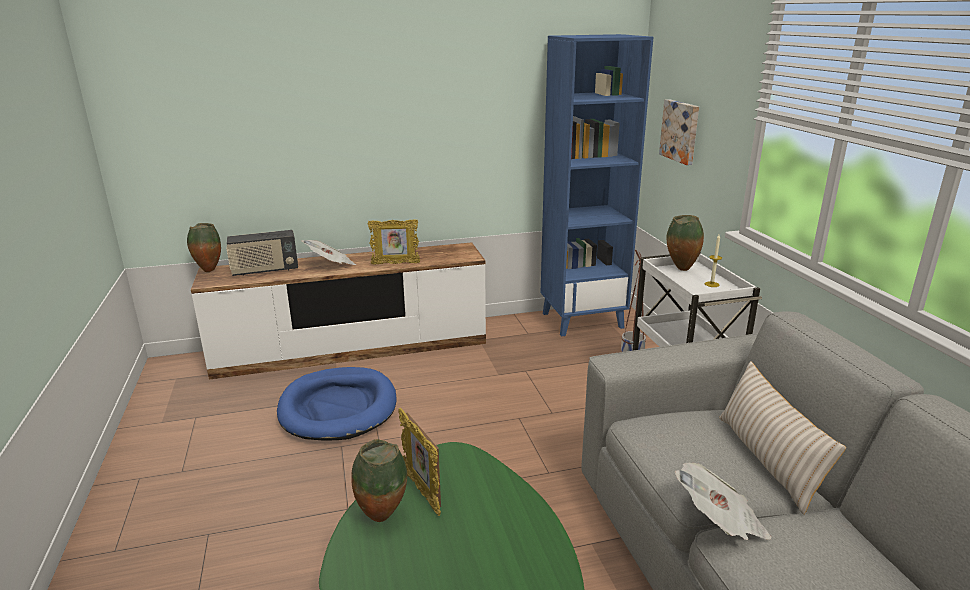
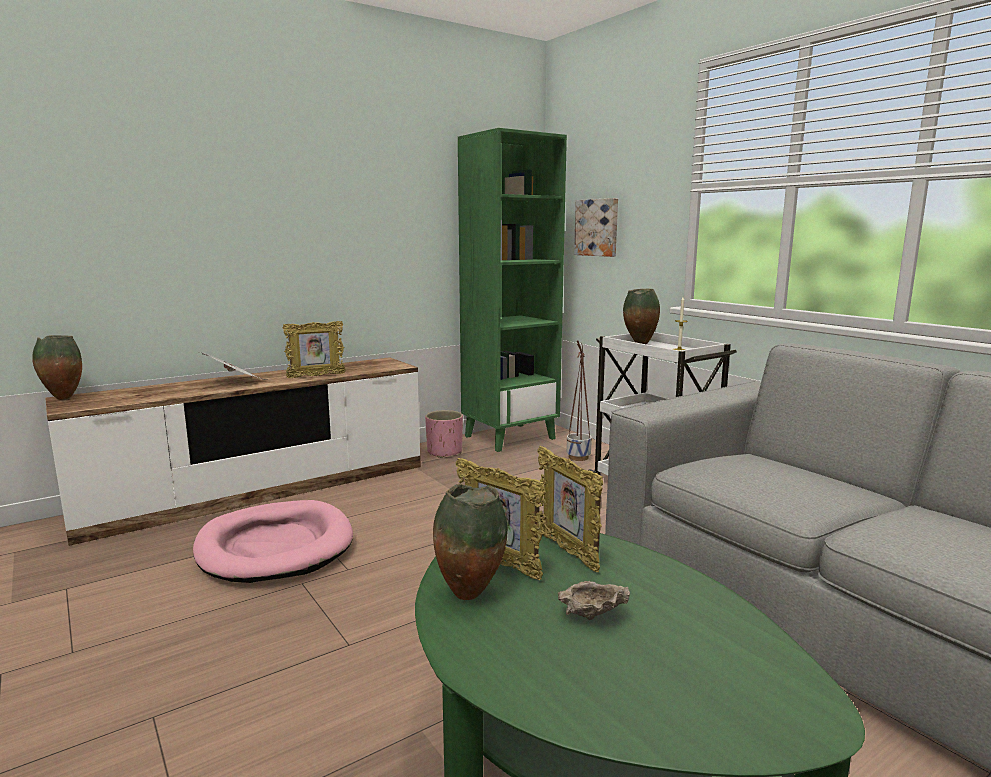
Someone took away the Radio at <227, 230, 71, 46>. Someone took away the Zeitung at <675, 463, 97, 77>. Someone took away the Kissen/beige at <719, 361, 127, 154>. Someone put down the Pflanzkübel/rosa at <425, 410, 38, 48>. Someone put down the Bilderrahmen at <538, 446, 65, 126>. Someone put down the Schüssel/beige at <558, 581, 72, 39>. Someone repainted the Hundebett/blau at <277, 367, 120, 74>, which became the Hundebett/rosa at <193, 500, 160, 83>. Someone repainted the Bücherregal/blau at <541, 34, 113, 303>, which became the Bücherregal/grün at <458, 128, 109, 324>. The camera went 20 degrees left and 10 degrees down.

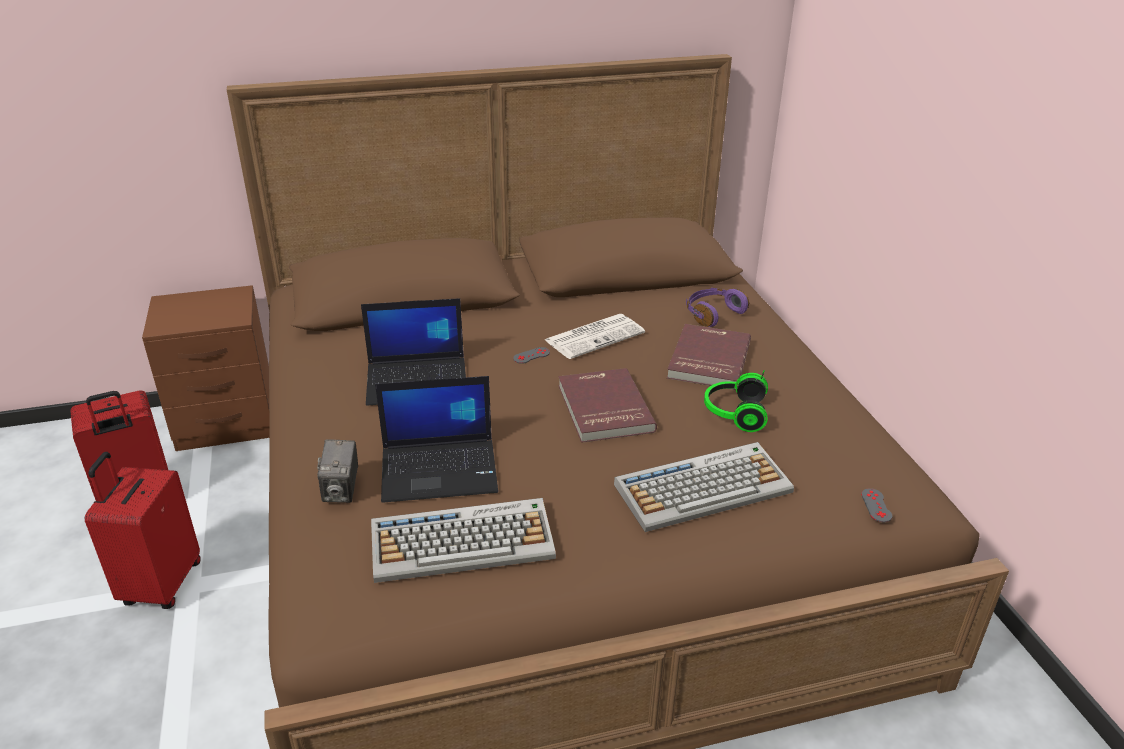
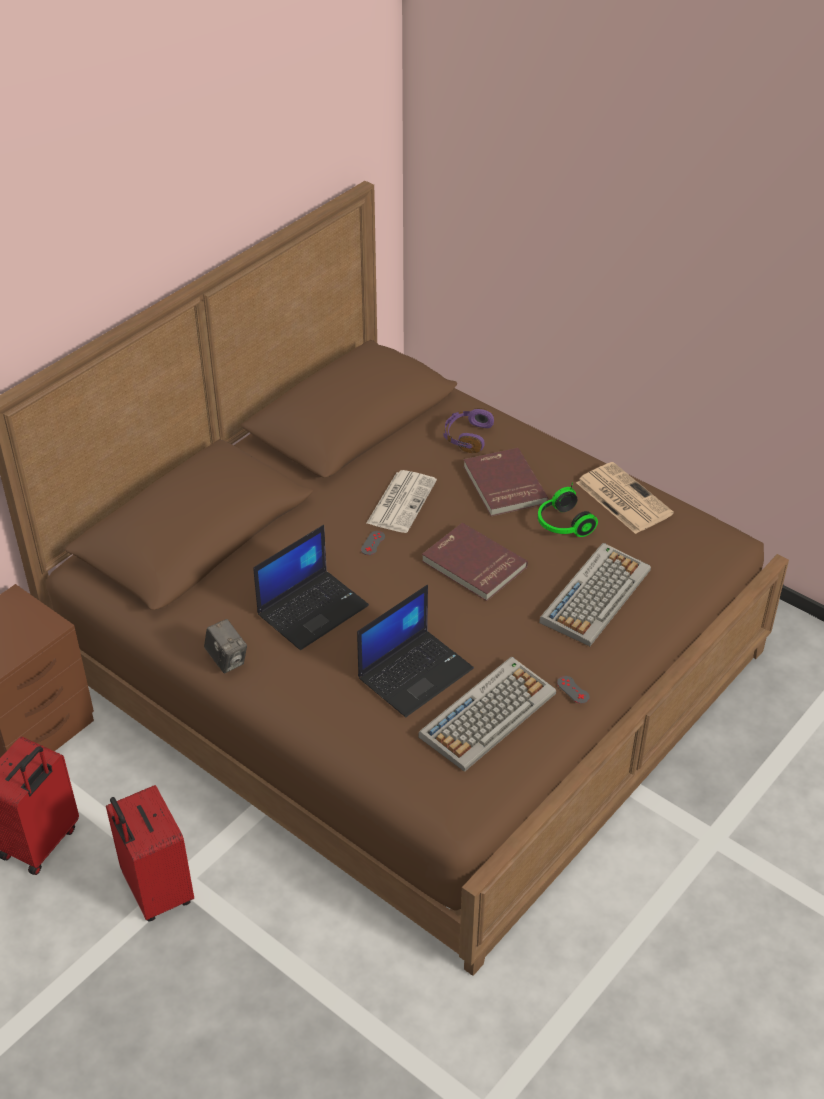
Someone put down the Zeitung at <576, 462, 98, 72>. Someone carried the Kamera from <317, 439, 41, 64> to <204, 619, 43, 54>. Someone carried the Gamepad/grau from <861, 488, 31, 34> to <557, 676, 33, 28>. The camera went 35 degrees left and 10 degrees up.

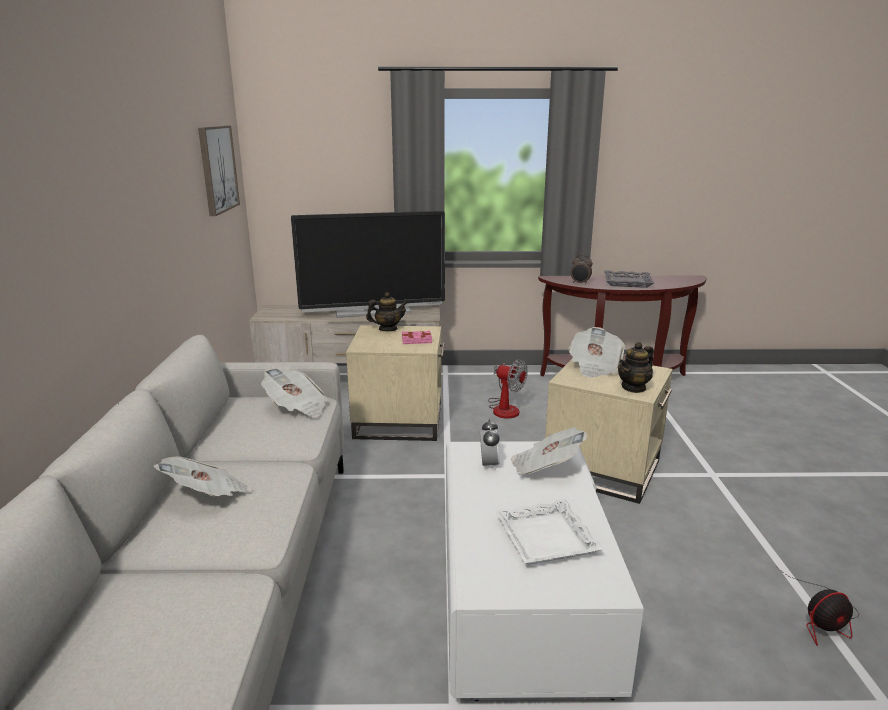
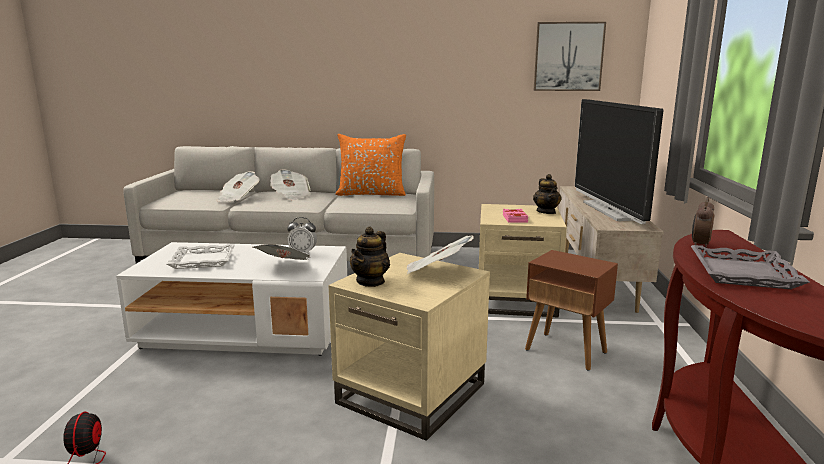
Someone put down the Kissen/orange at <335, 134, 71, 62>. Someone carried the Zeitung from <261, 368, 67, 50> to <217, 171, 42, 31>. Someone swapped the Ventilator at <488, 359, 40, 60> for the Beistelltisch/braun at <525, 250, 93, 121>. Someone rotated the Teekanne at <618, 342, 36, 51> by 120 degrees counterclockwise. The camera went 95 degrees right and 5 degrees down.

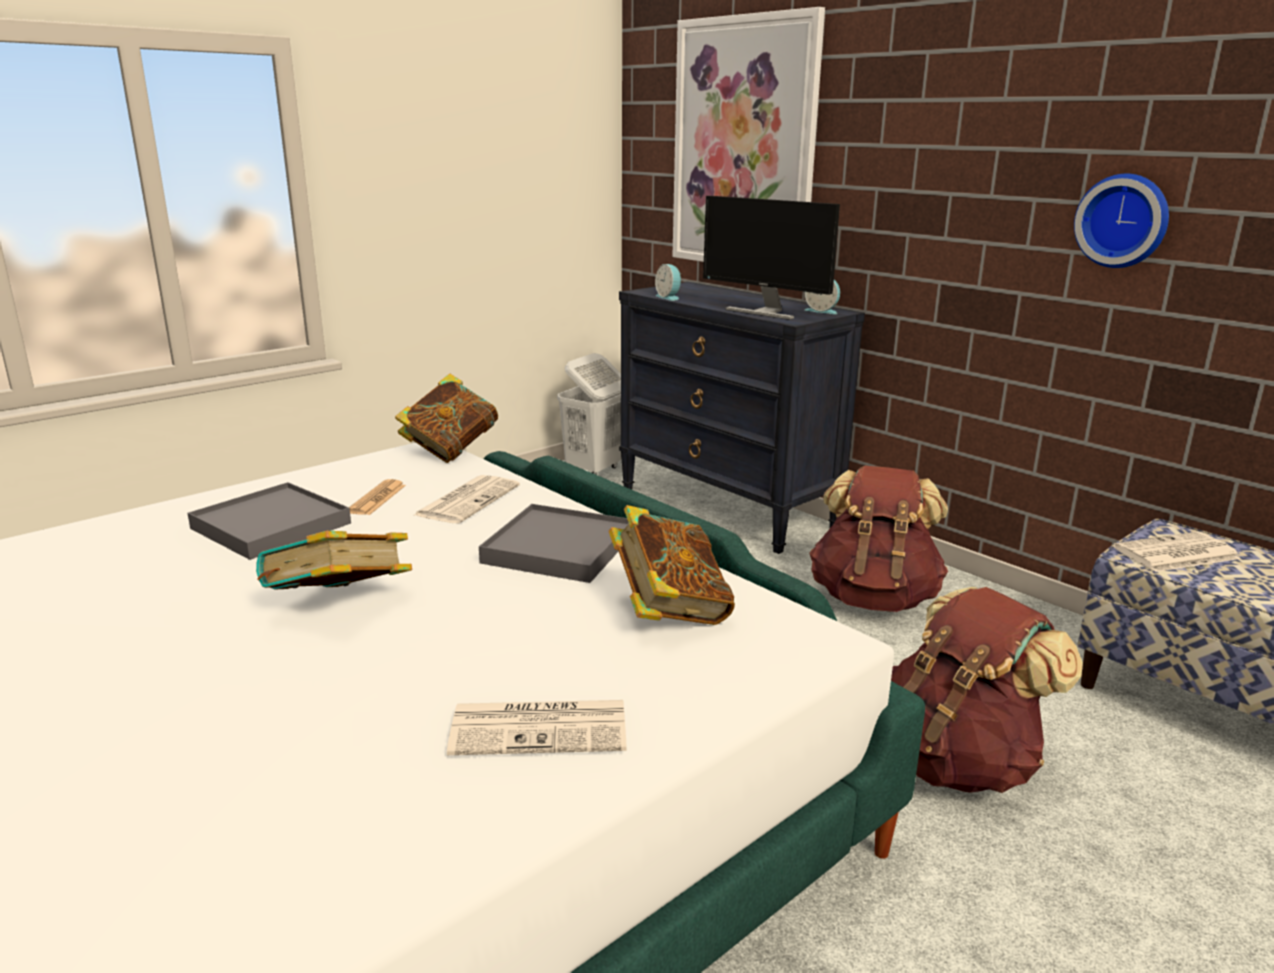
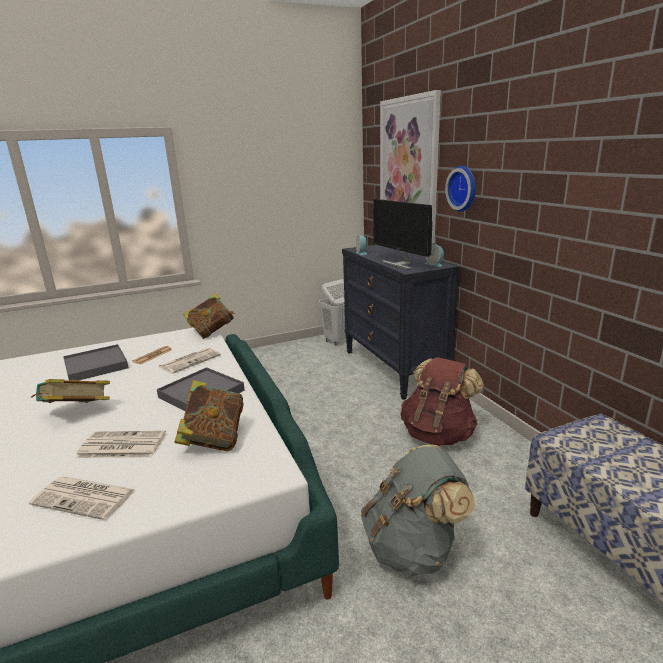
Someone carried the Wanduhr from <1074, 174, 95, 94> to <445, 166, 31, 46>. Someone carried the Zeitung from <1113, 532, 128, 40> to <76, 431, 90, 27>. Someone repainted the Rucksack/braun at <891, 587, 192, 206>, which became the Rucksack/grau at <361, 445, 114, 131>. The camera went 20 degrees right and 0 degrees up.

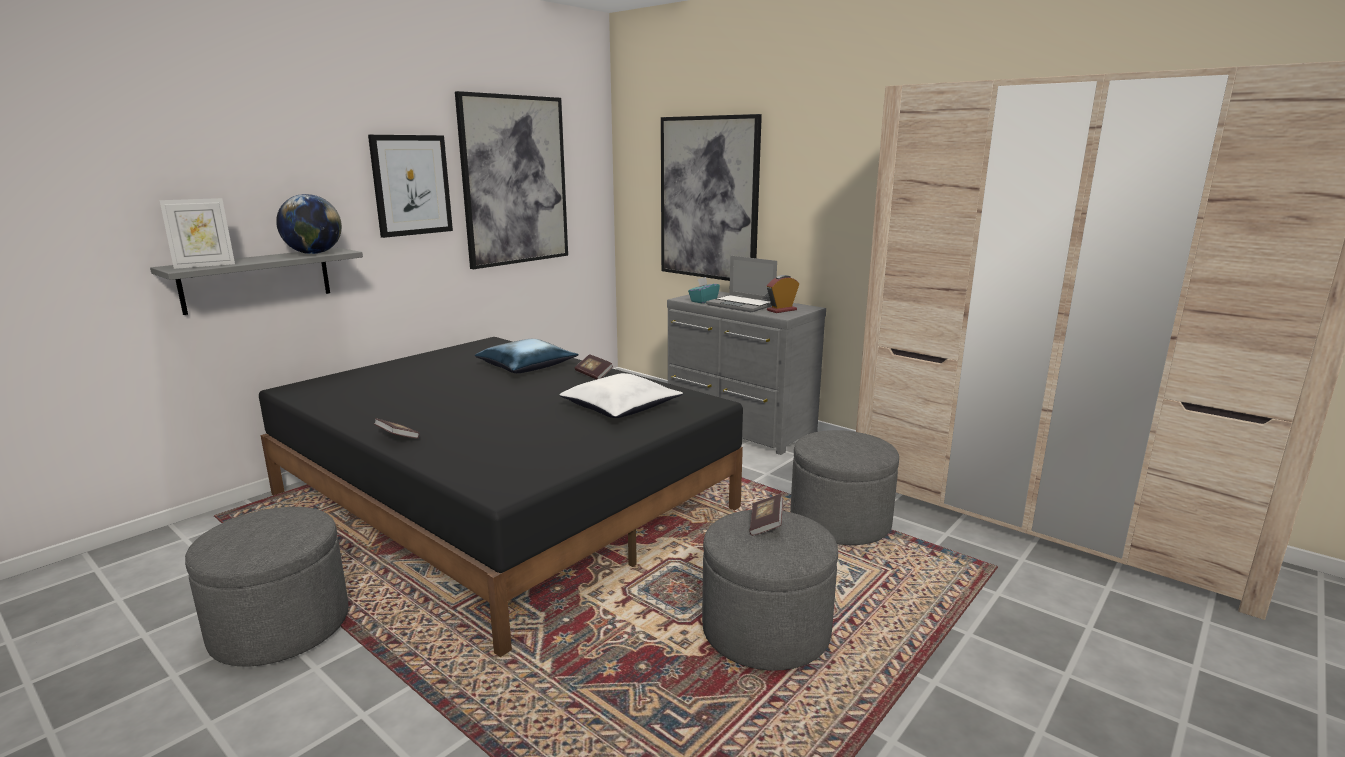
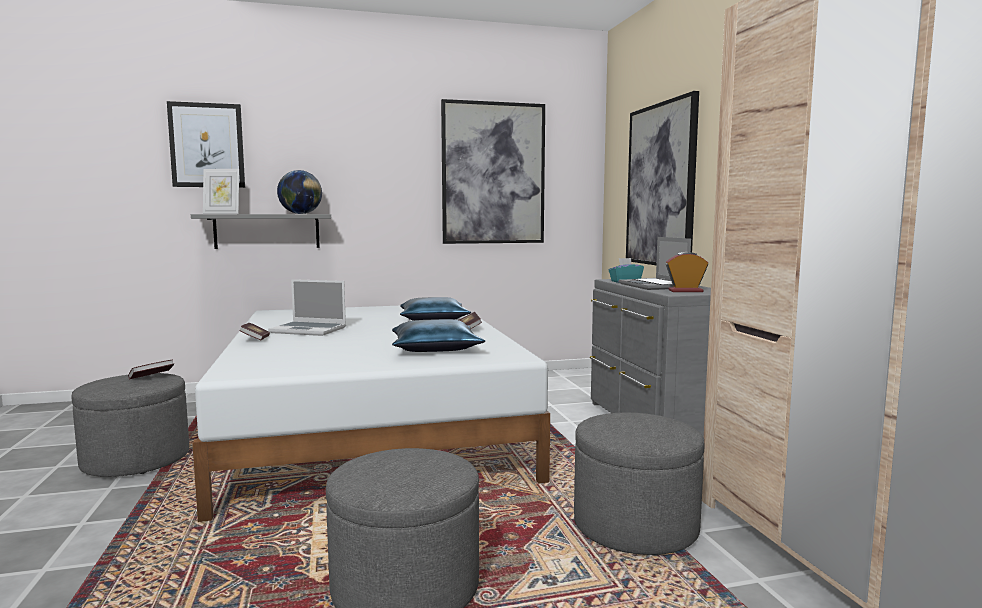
Someone put down the Laptop at <268, 279, 78, 57>. Someone carried the Bild from <368, 135, 85, 103> to <167, 101, 78, 87>. Someone carried the Buch from <749, 494, 34, 42> to <128, 360, 46, 19>. Someone repainted the Bett/schwarz at <259, 337, 484, 320>, which became the Bett/weiß at <192, 306, 358, 216>. Someone repainted the Kissen/weiß at <560, 373, 123, 45>, which became the Kissen/blau at <392, 319, 93, 33>. The camera went 35 degrees right and 10 degrees down.

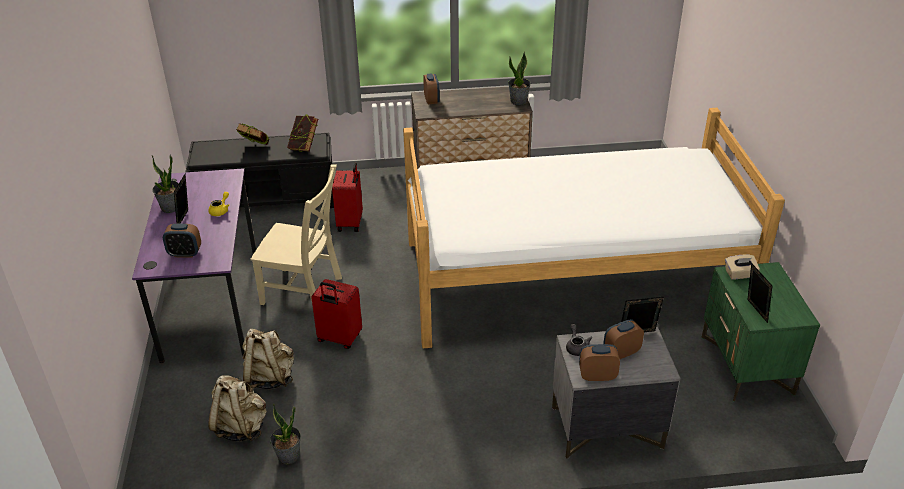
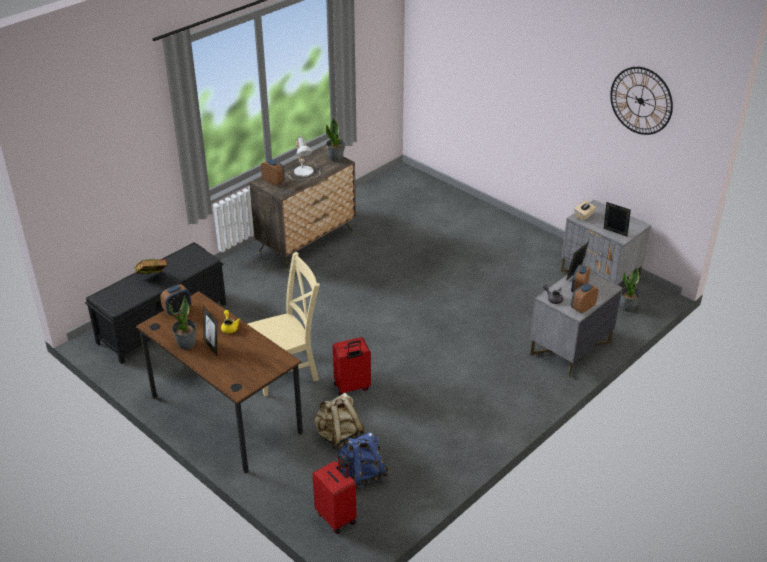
Someone took away the Buch at <287, 114, 31, 38>. Someone took away the Bett at <403, 108, 382, 240>. Someone put down the Tischlampe at <287, 135, 34, 45>. Someone put up the Wanduhr at <610, 67, 63, 68>. Someone carried the Wecker from <163, 223, 38, 34> to <160, 284, 31, 32>. Someone carried the Topfpflanze from <270, 403, 31, 61> to <621, 267, 20, 45>. Someone carried the Koffer/rot from <332, 163, 31, 69> to <312, 455, 45, 79>. Someone repainted the Schreibtisch/lila at <132, 168, 124, 195>, which became the Schreibtisch/braun at <136, 291, 167, 182>. Someone repainted the Rucksack/beige at <209, 375, 58, 67>, which became the Rucksack/blau at <337, 432, 52, 57>. Someone repainted the Nachttisch/grün at <701, 262, 119, 140>, which became the Nachttisch/grau at <561, 200, 90, 85>. The camera went 40 degrees left and 0 degrees up.

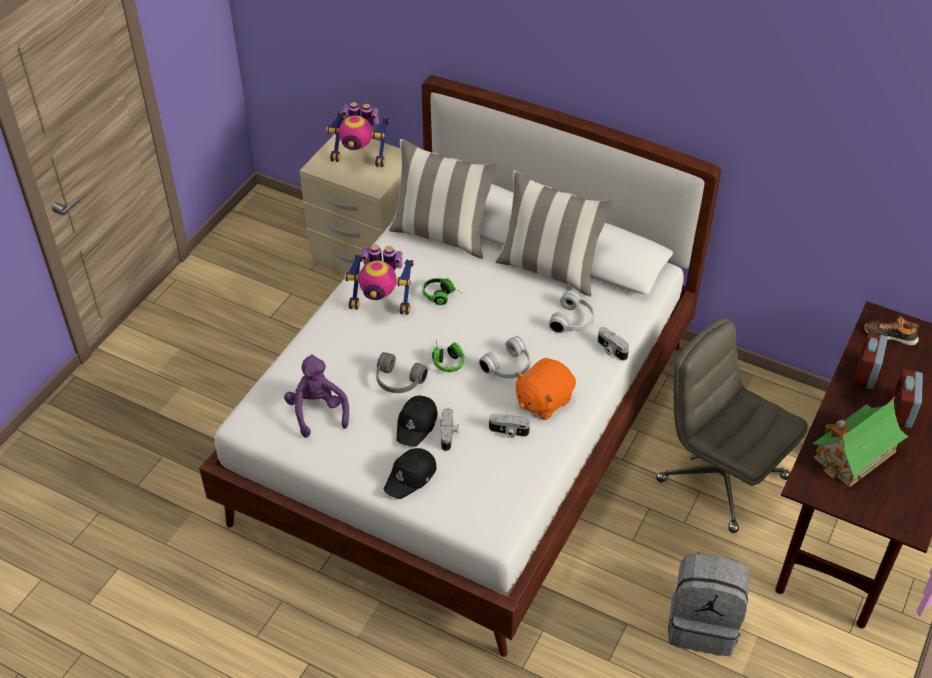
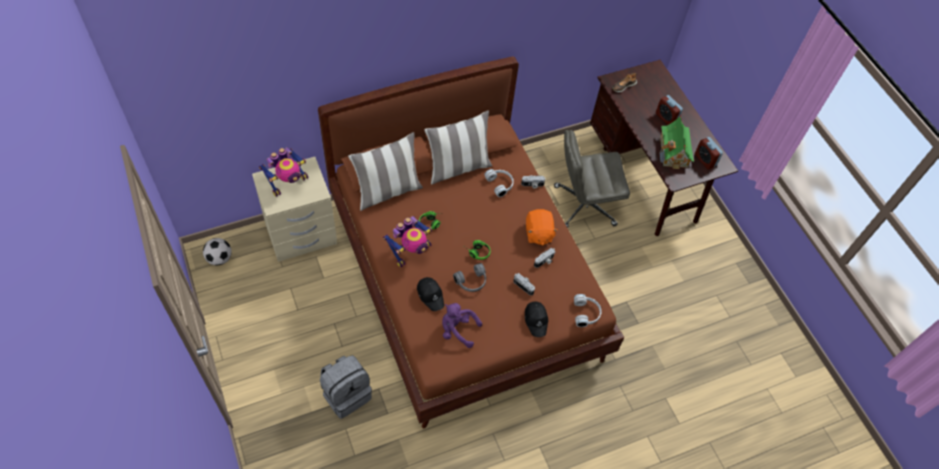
Someone put down the Fußball at <203, 238, 29, 28>. Someone carried the Kappe/schwarz from <397, 396, 41, 51> to <417, 277, 27, 34>. Someone carried the Kopfhörer/weiß from <479, 336, 52, 43> to <574, 294, 28, 33>. Someone carried the Rucksack/grau from <668, 552, 82, 104> to <320, 355, 52, 64>. Someone carried the Wecker from <854, 332, 34, 57> to <695, 137, 28, 33>. Someone repainted the Bett/weiß at <199, 75, 522, 582>, which became the Bett/braun at <318, 56, 306, 372>. The camera went 55 degrees left and 10 degrees up.

